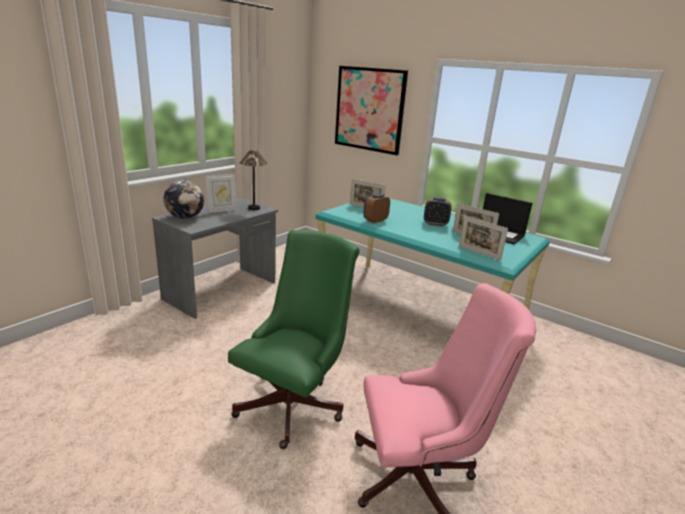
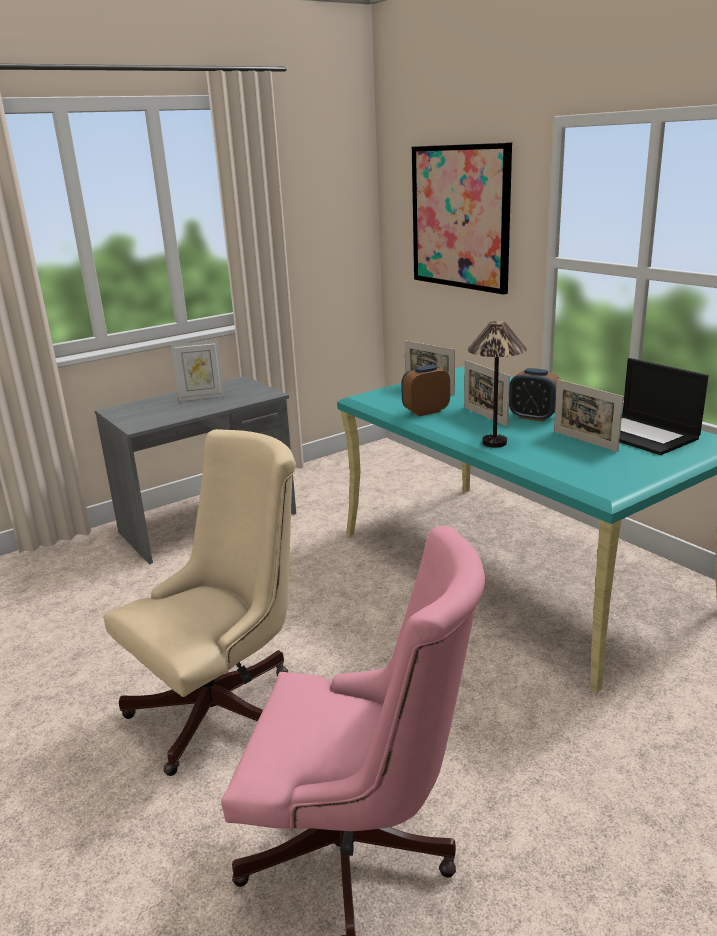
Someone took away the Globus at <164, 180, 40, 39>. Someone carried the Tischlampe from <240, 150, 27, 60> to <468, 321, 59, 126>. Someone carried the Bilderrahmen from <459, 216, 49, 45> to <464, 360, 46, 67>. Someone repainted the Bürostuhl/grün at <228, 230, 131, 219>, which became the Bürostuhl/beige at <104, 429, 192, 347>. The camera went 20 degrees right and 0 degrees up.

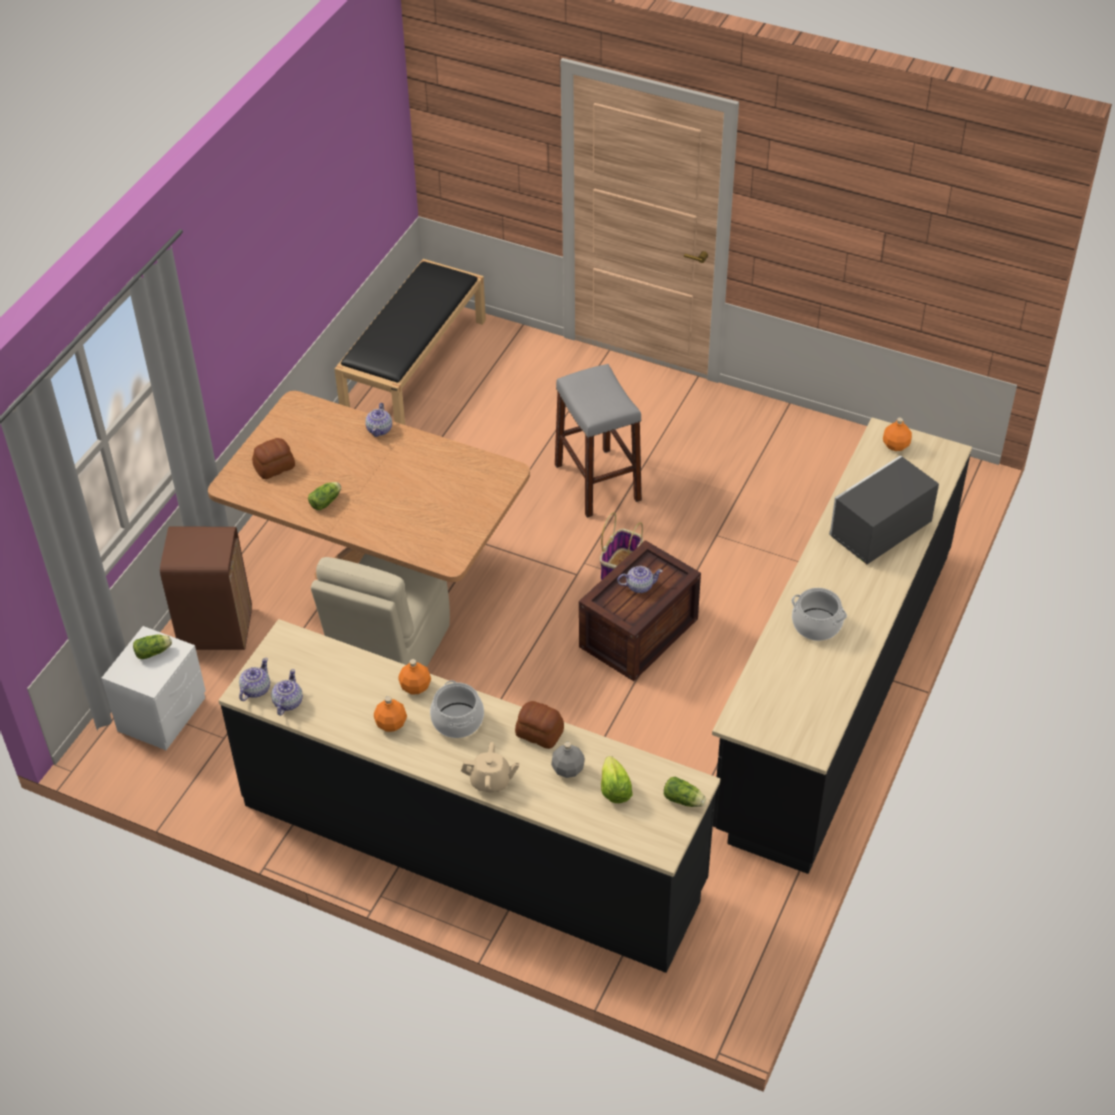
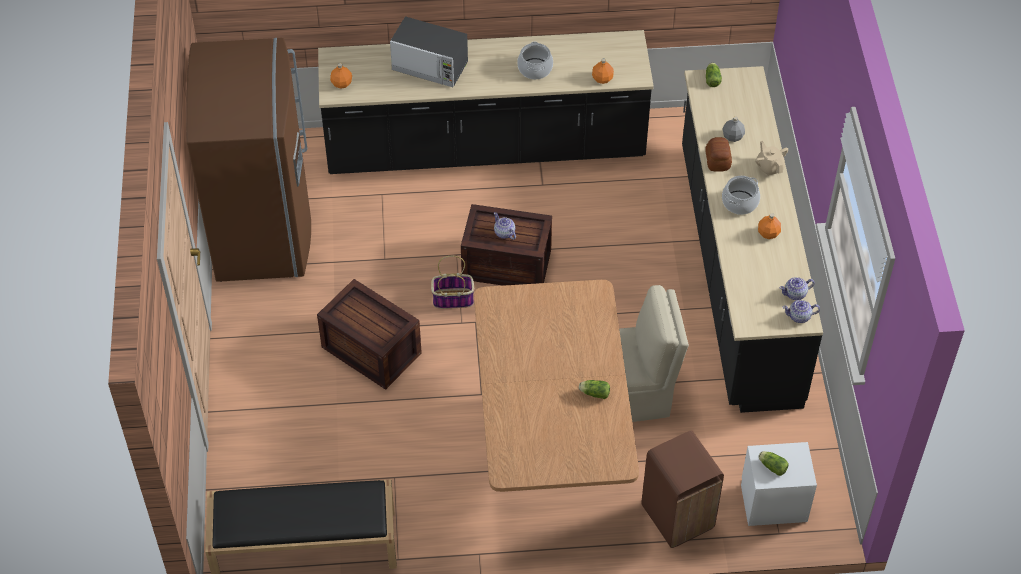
Someone took away the Brot at <252, 438, 43, 41>. Someone took away the Teekanne at <365, 403, 27, 34>. Someone took away the Salatkopf at <601, 756, 31, 47>. Someone put down the Kühlschrank/braun at <186, 38, 125, 244>. Someone carried the Flasche/orange from <398, 659, 33, 35> to <592, 58, 22, 26>. Someone swapped the Hocker/grau at <555, 364, 87, 154> for the Kiste at <317, 279, 105, 111>. The camera went 120 degrees left and 5 degrees up.

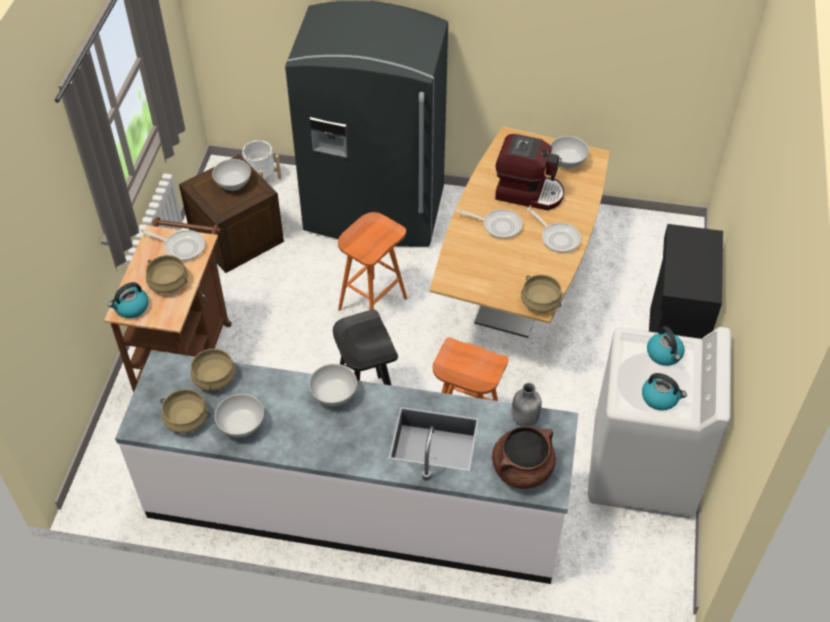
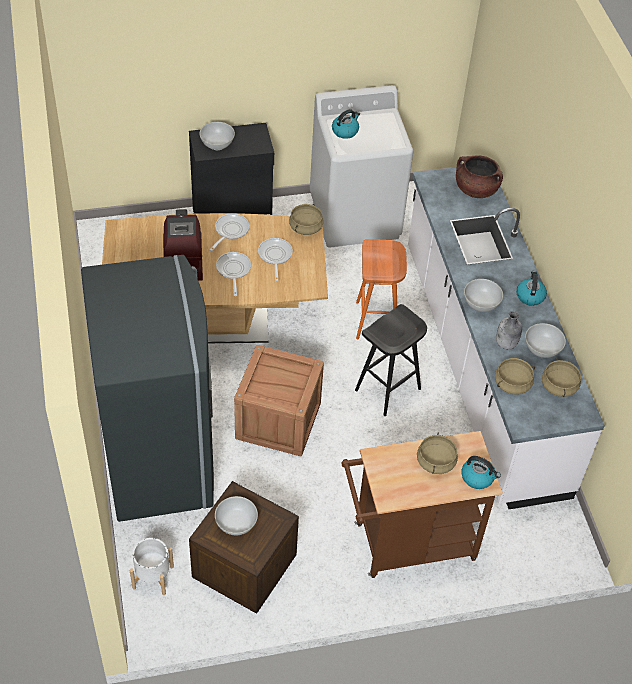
Someone carried the Pfanne from <139, 229, 66, 32> to <258, 238, 35, 43>. Someone carried the Flasche/grau from <512, 383, 30, 44> to <496, 311, 26, 38>. Someone carried the Schüssel/weiß from <550, 136, 39, 32> to <199, 122, 36, 28>. Someone carried the Wasserkessel from <642, 373, 45, 38> to <516, 271, 31, 35>. Someone swapped the Hocker/orange at <338, 212, 69, 99> for the Kiste at <234, 345, 90, 111>. The camera went 115 degrees left and 0 degrees up.

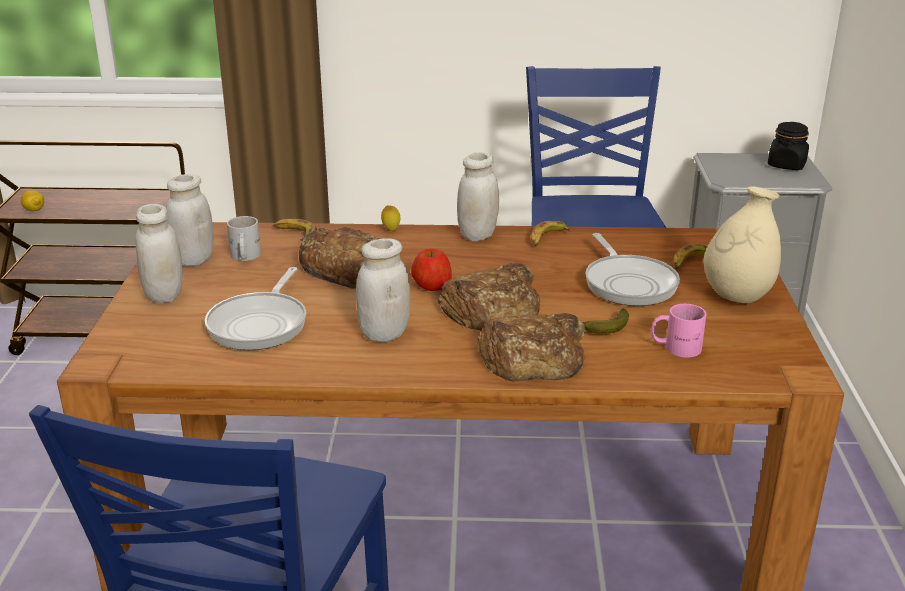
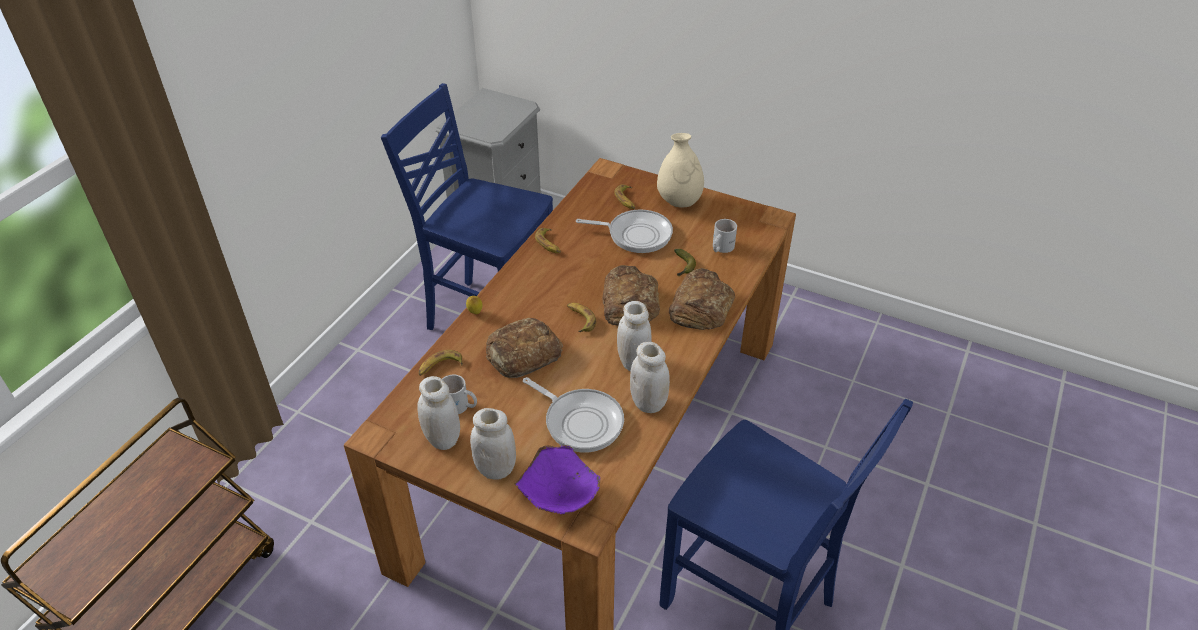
Someone took away the Zitrone at <21, 190, 23, 21>. Someone took away the Vorratsglas/schwarz at <768, 122, 41, 48>. Someone put down the Schüssel/lila at <514, 445, 86, 70>. Someone carried the Vorratsglas/weiß from <457, 152, 42, 89> to <630, 342, 40, 71>. Someone swapped the Apfel at <411, 249, 41, 42> for the Banane at <567, 303, 29, 29>. Someone repainted the Henkelbecher/rosa at <651, 304, 55, 54>, which became the Henkelbecher/weiß at <713, 219, 24, 34>. The camera went 65 degrees left and 15 degrees up.

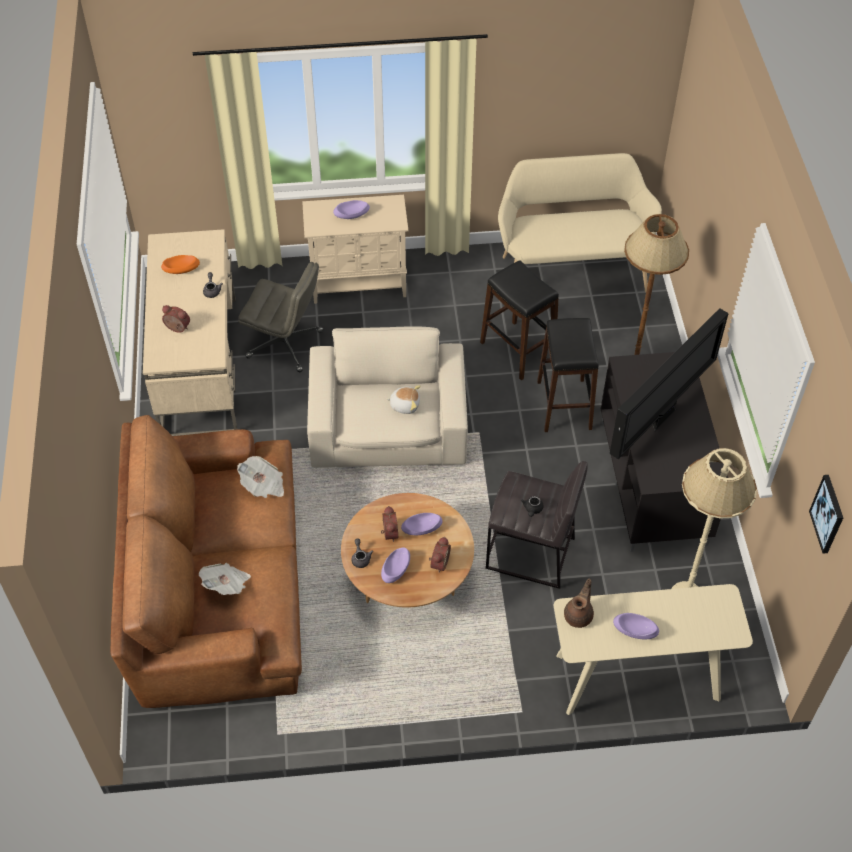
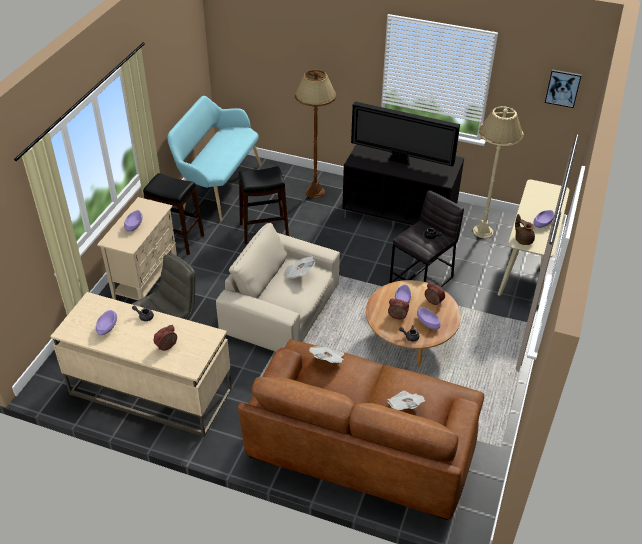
Someone carried the Hocker/schwarz from <537, 318, 62, 114> to <143, 173, 61, 82>. Someone swapped the Plüschtier at <386, 385, 35, 29> for the Zeitung at <285, 257, 30, 22>. Someone repainted the Schüssel/orange at <161, 255, 39, 19>, which became the Schüssel/lila at <96, 310, 21, 25>. Someone repainted the Bank/beige at <498, 153, 164, 139>, which became the Bank/türkis at <167, 96, 95, 125>. Someone rotated the Fernseher at <610, 308, 119, 151> by 135 degrees clockwise. The camera went 65 degrees left and 10 degrees down.

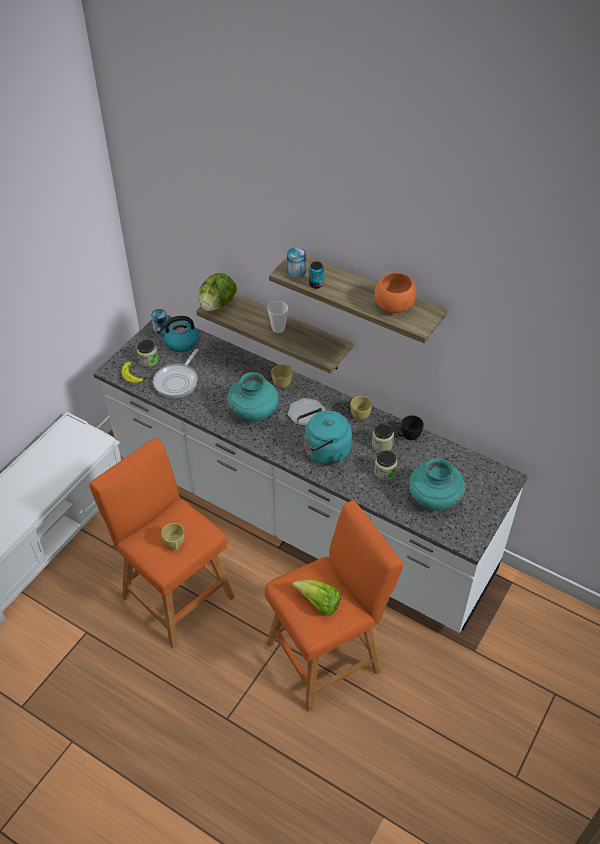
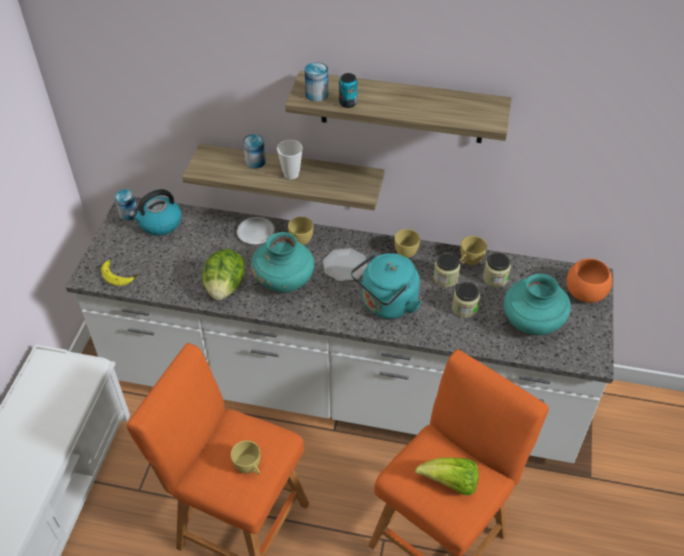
Someone took away the Pfanne at <153, 349, 46, 49>. Someone put down the Teller/weiß at <237, 217, 38, 27>. Someone put down the Dose at <243, 134, 23, 35>. Someone carried the Vorratsglas from <137, 340, 21, 27> to <483, 252, 28, 35>. Someone carried the Salatkopf from <199, 273, 38, 39> to <202, 249, 43, 51>. Someone carried the Schüssel/orange from <375, 273, 41, 40> to <567, 258, 45, 45>. Someone repainted the Tasse/schwarz at <397, 415, 27, 25>, which became the Tasse/gelb at <460, 236, 27, 29>. The camera went 20 degrees left and 0 degrees up.

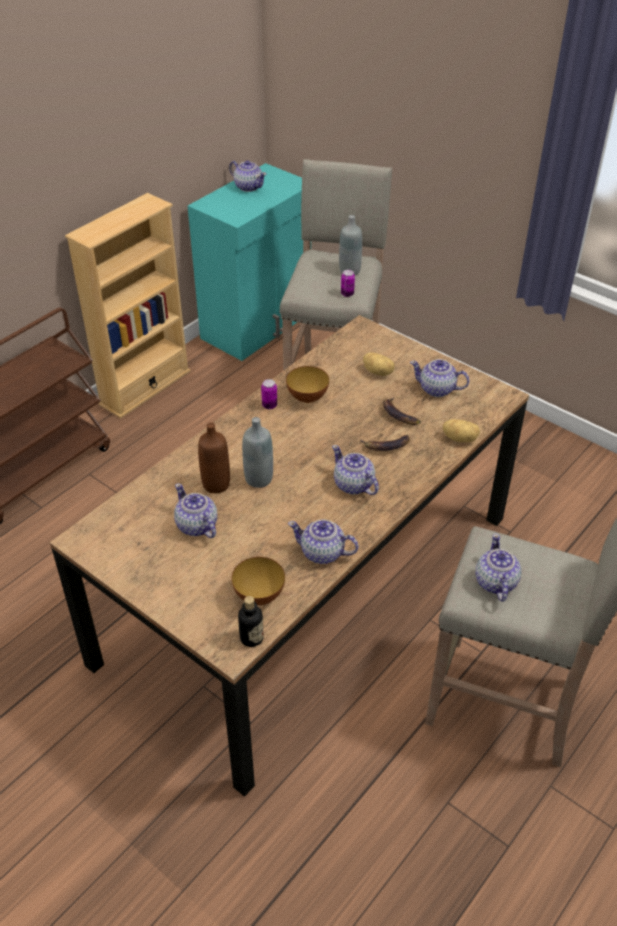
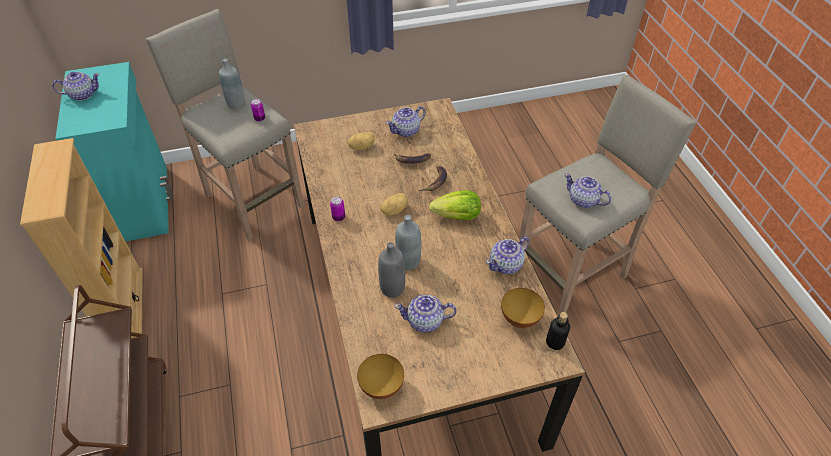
Someone carried the Schüssel from <286, 366, 43, 37> to <357, 354, 47, 45>. Someone carried the Kartoffel from <443, 419, 37, 23> to <380, 193, 28, 22>. Someone swapped the Teekanne at <332, 445, 47, 50> for the Salatkopf at <429, 190, 52, 30>. Someone repainted the Flasche/braun at <198, 423, 32, 70>, which became the Flasche/grau at <378, 242, 27, 56>. The camera went 55 degrees left and 5 degrees up.

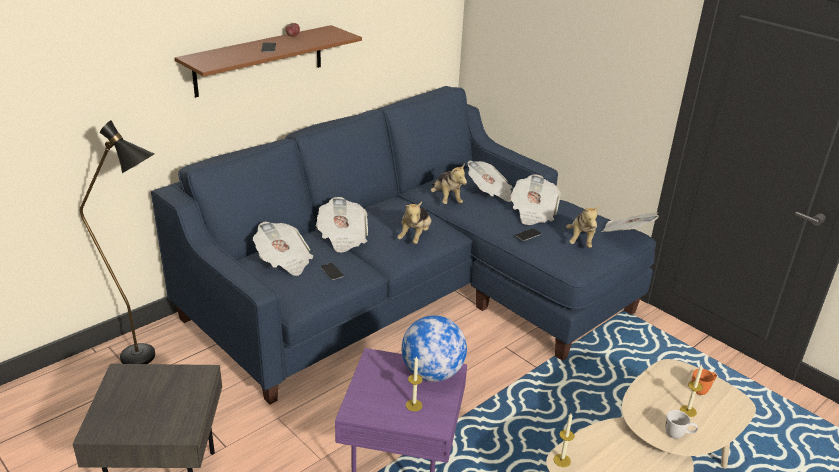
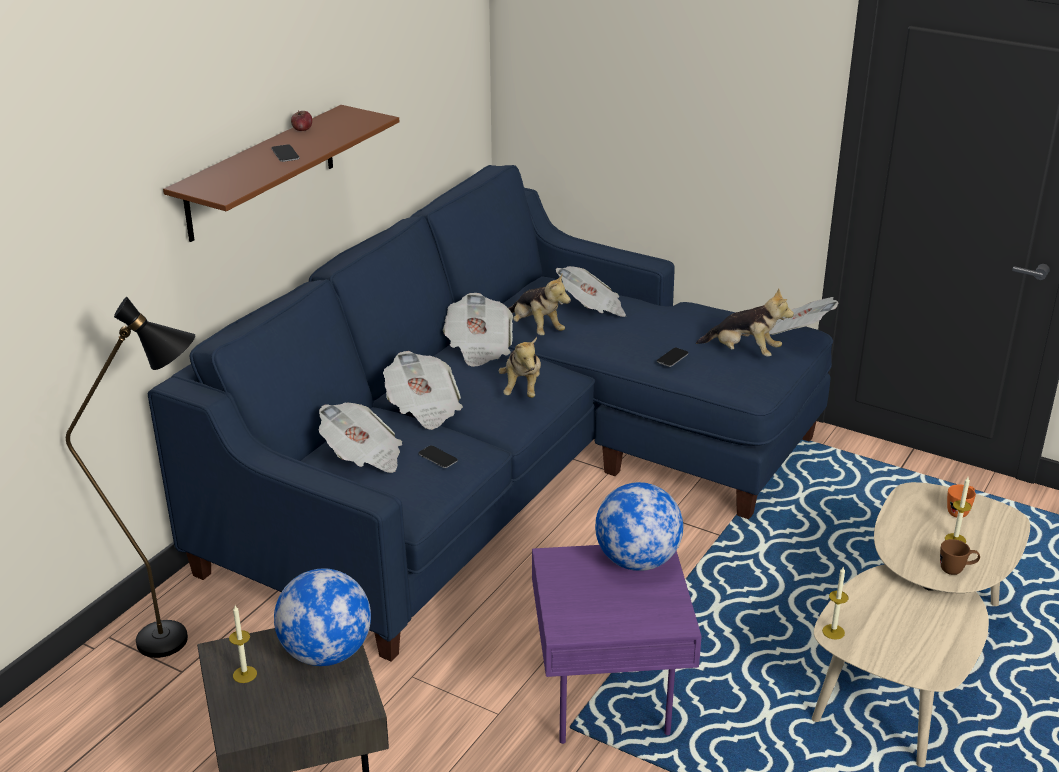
Someone put down the Globus at <274, 569, 97, 97>. Someone carried the Kerze from <406, 356, 17, 55> to <229, 605, 28, 78>. Someone carried the Zeitung from <510, 174, 51, 51> to <443, 293, 70, 74>. Someone repainted the Henkelbecher/weiß at <666, 410, 32, 29>, which became the Henkelbecher/braun at <940, 539, 40, 36>. Someone rotated the Plüschtier at <566, 205, 34, 43> by 60 degrees counterclockwise. The camera went 15 degrees left and 0 degrees up.

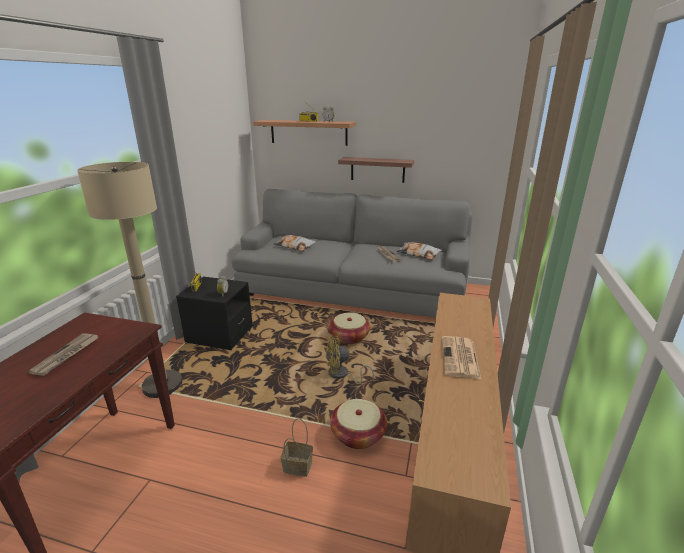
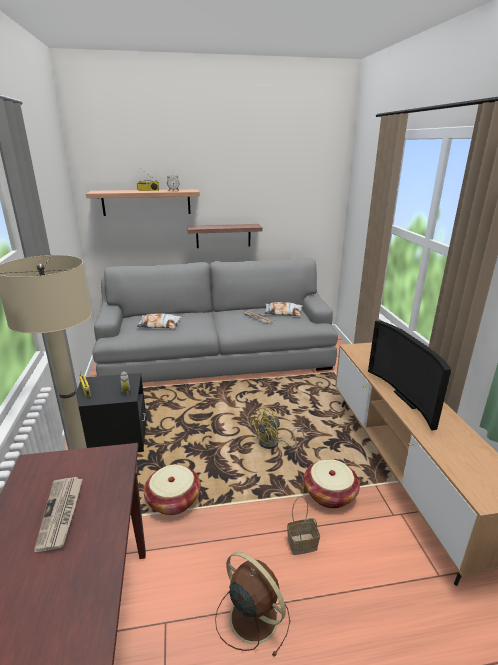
Someone put down the Ventilator/braun at <215, 552, 75, 106>. Someone carried the Korb from <329, 312, 41, 32> to <144, 465, 57, 50>. Someone swapped the Zeitung at <442, 336, 39, 43> for the Fernseher at <368, 320, 84, 111>. The camera went 25 degrees left and 0 degrees up.

